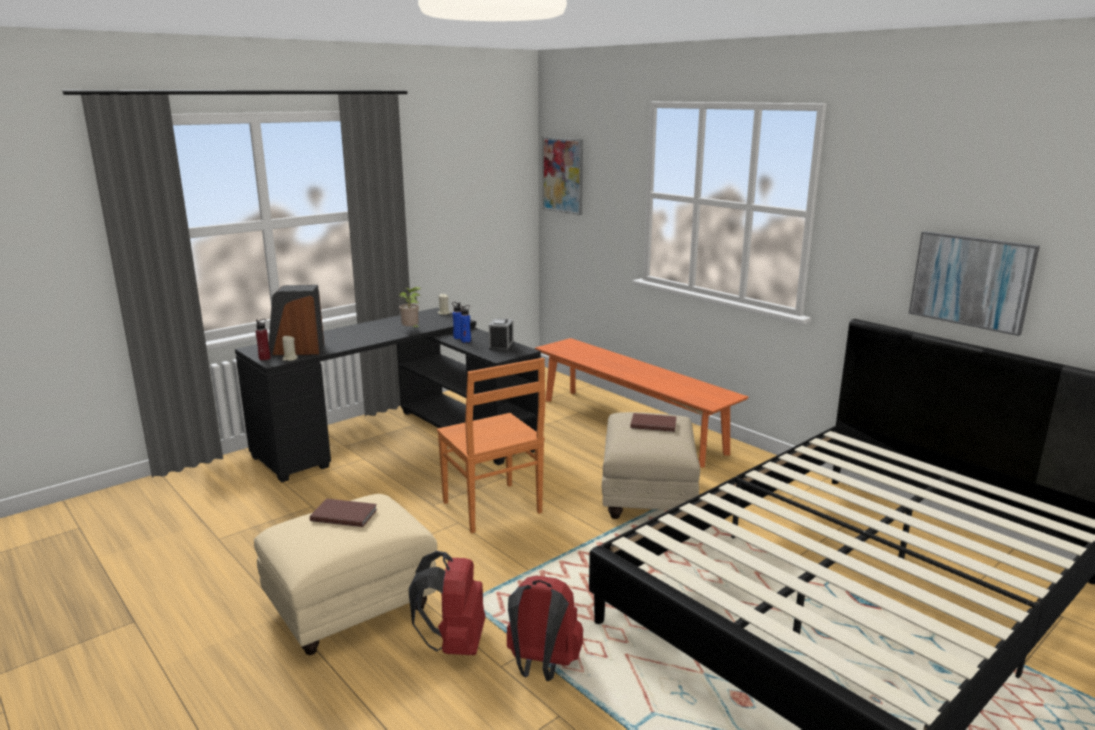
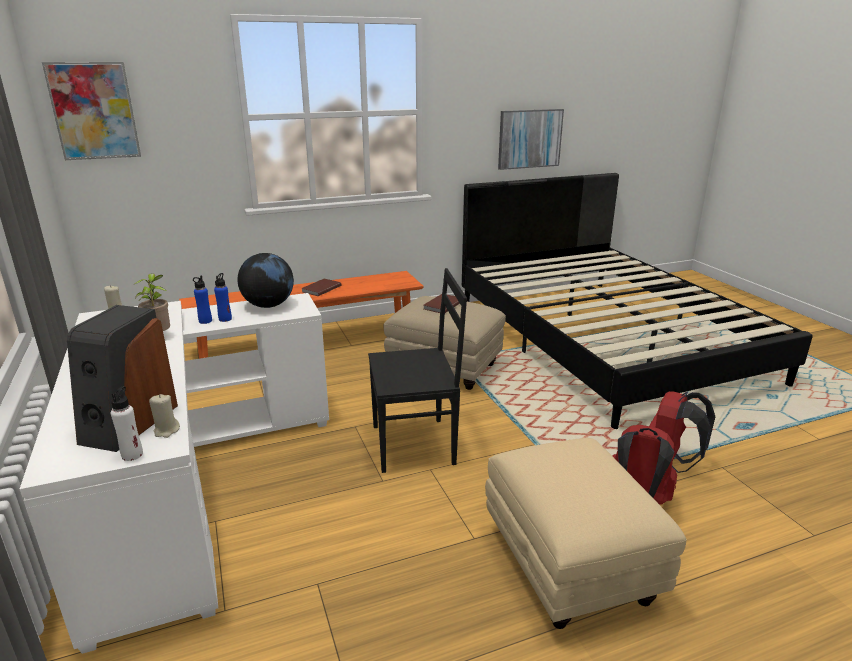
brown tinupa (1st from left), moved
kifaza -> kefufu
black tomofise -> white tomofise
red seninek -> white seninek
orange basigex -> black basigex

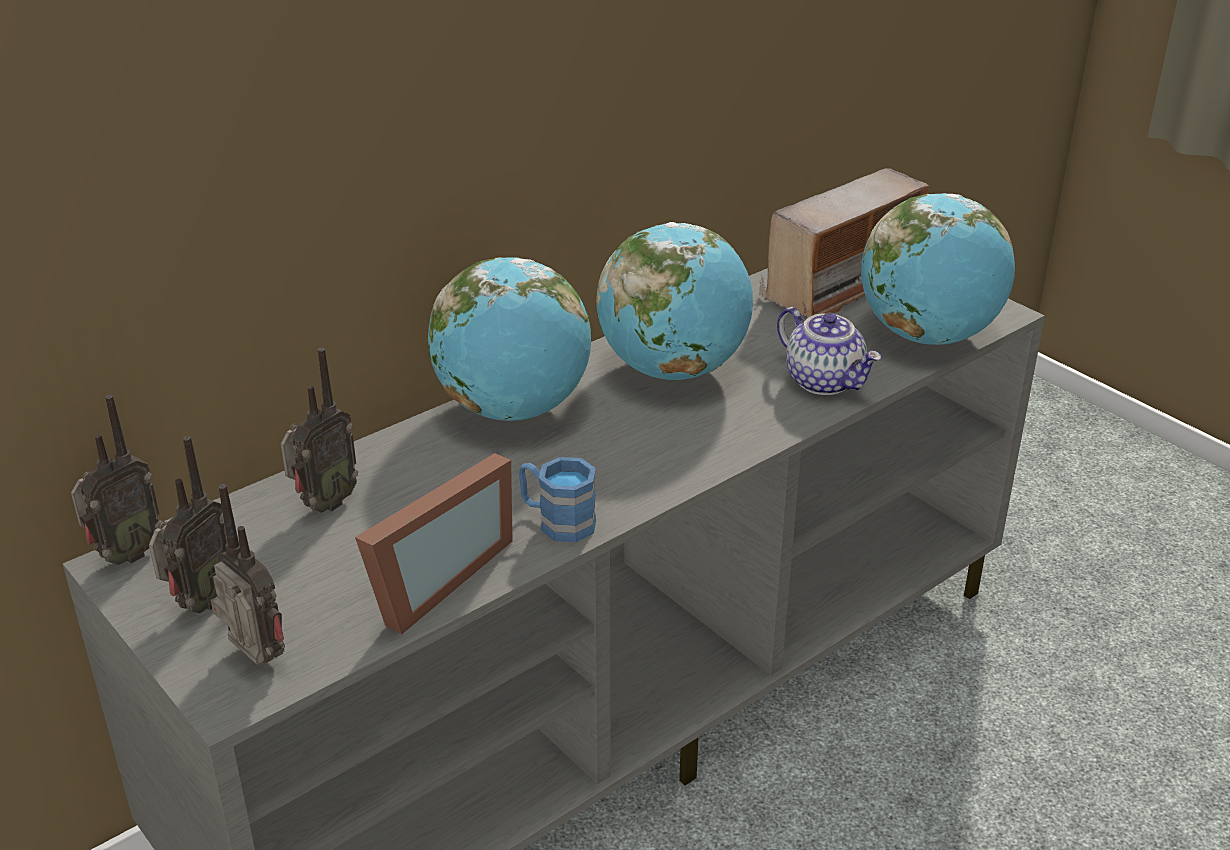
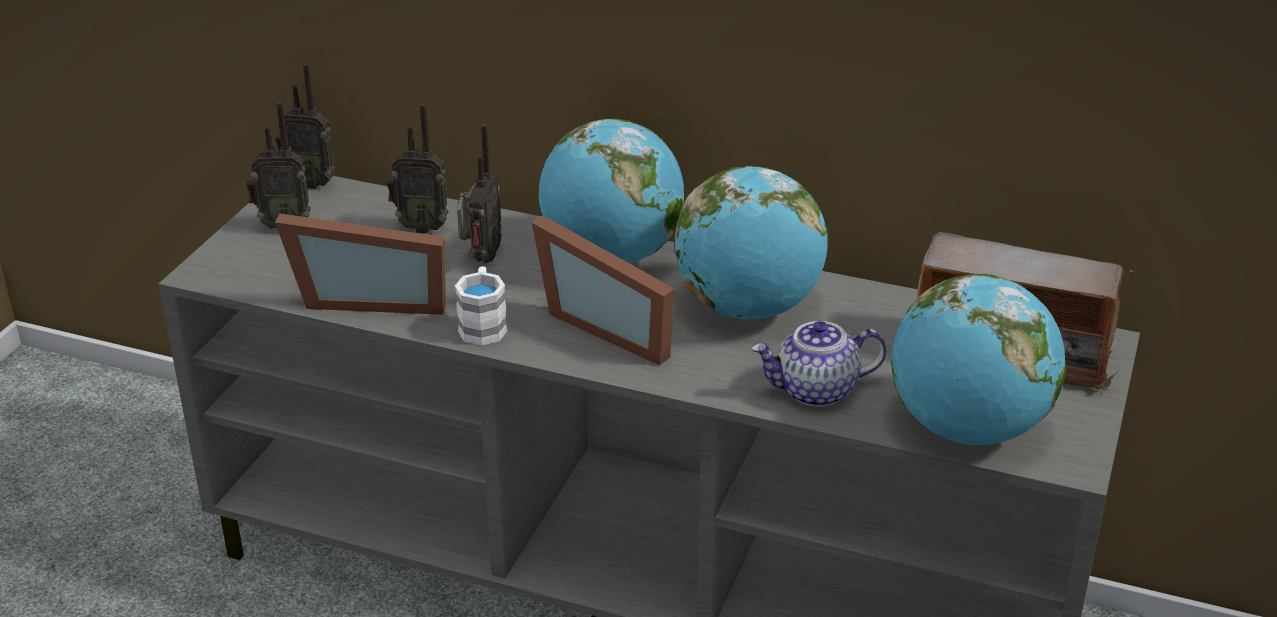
none -> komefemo (2nd from left)
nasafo (3rd from left in the first image) -> nasafo (4th from left), moved
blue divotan -> white divotan
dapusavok, 60 degrees clockwise

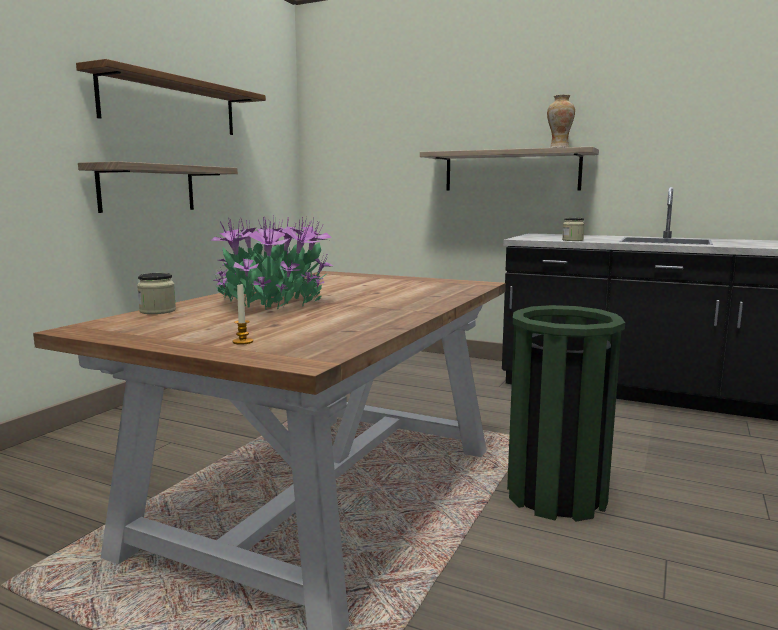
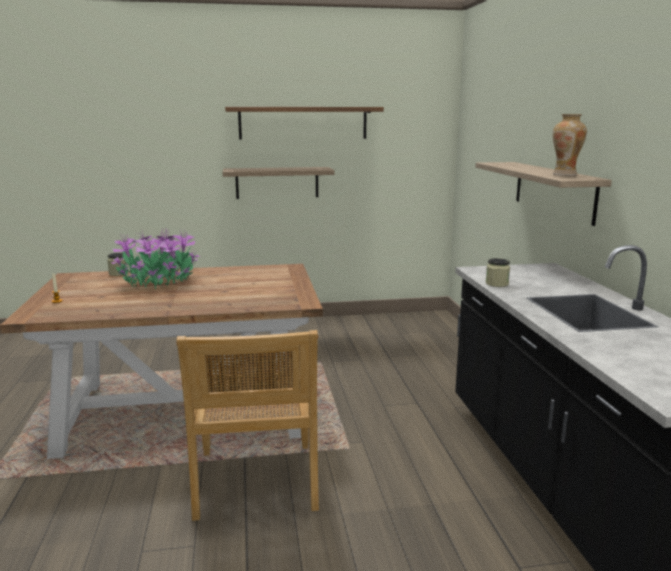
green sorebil -> beige basigex

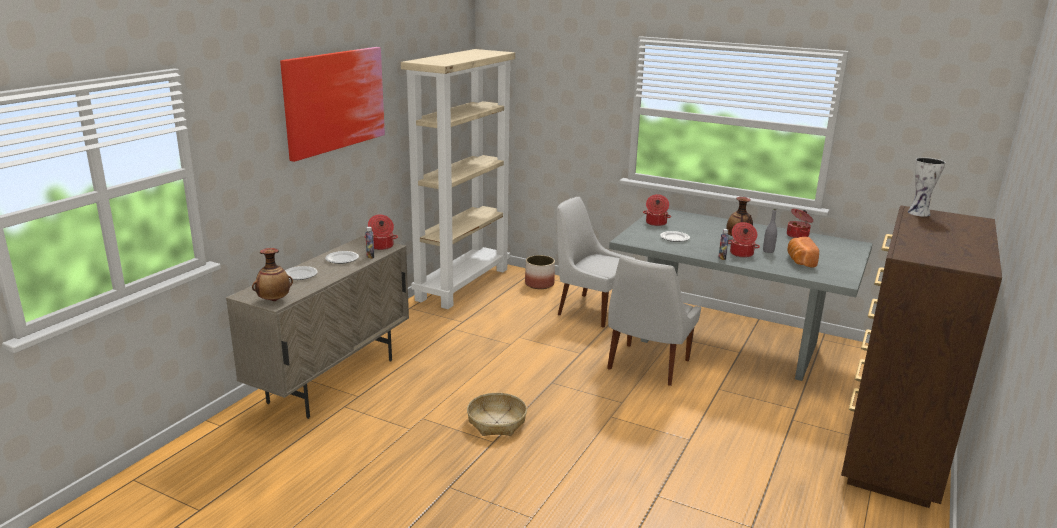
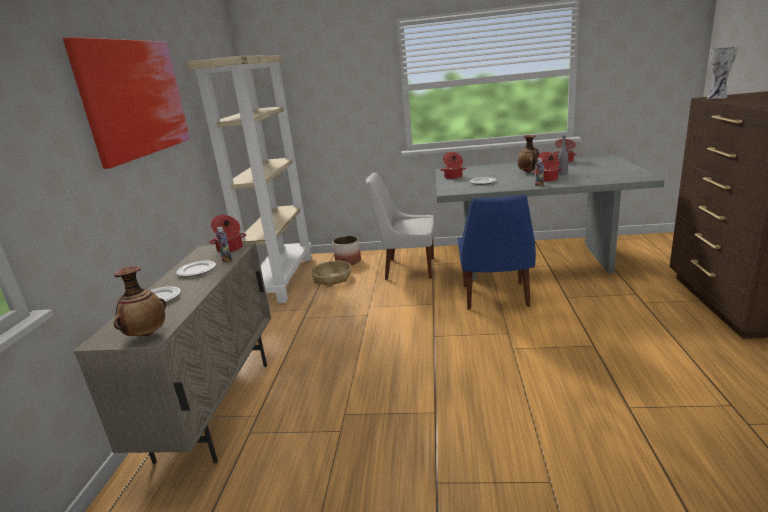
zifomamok -> none
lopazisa, moved
white basigex (2nd from left) -> blue basigex

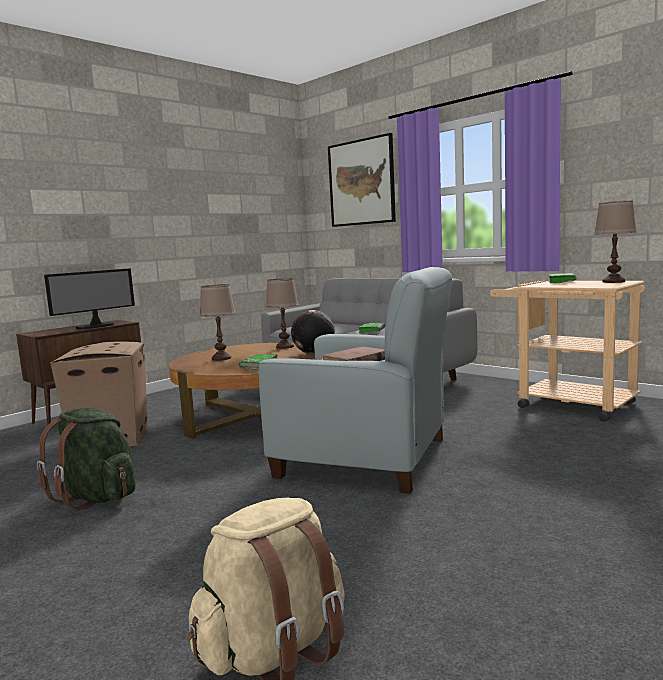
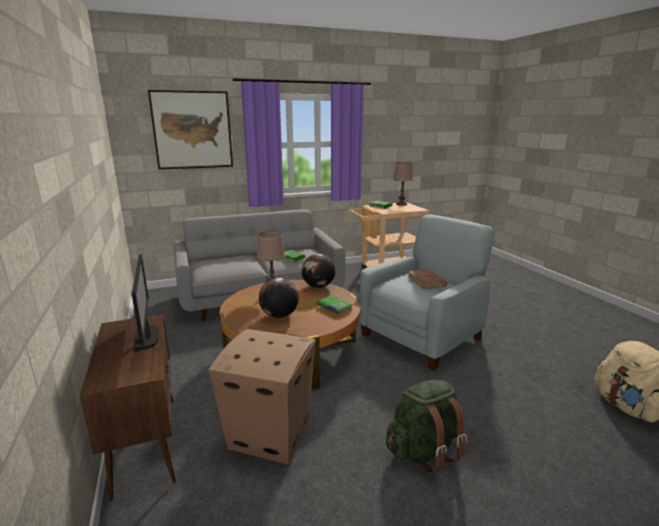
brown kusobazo (1st from left) -> kefufu (1st from left)

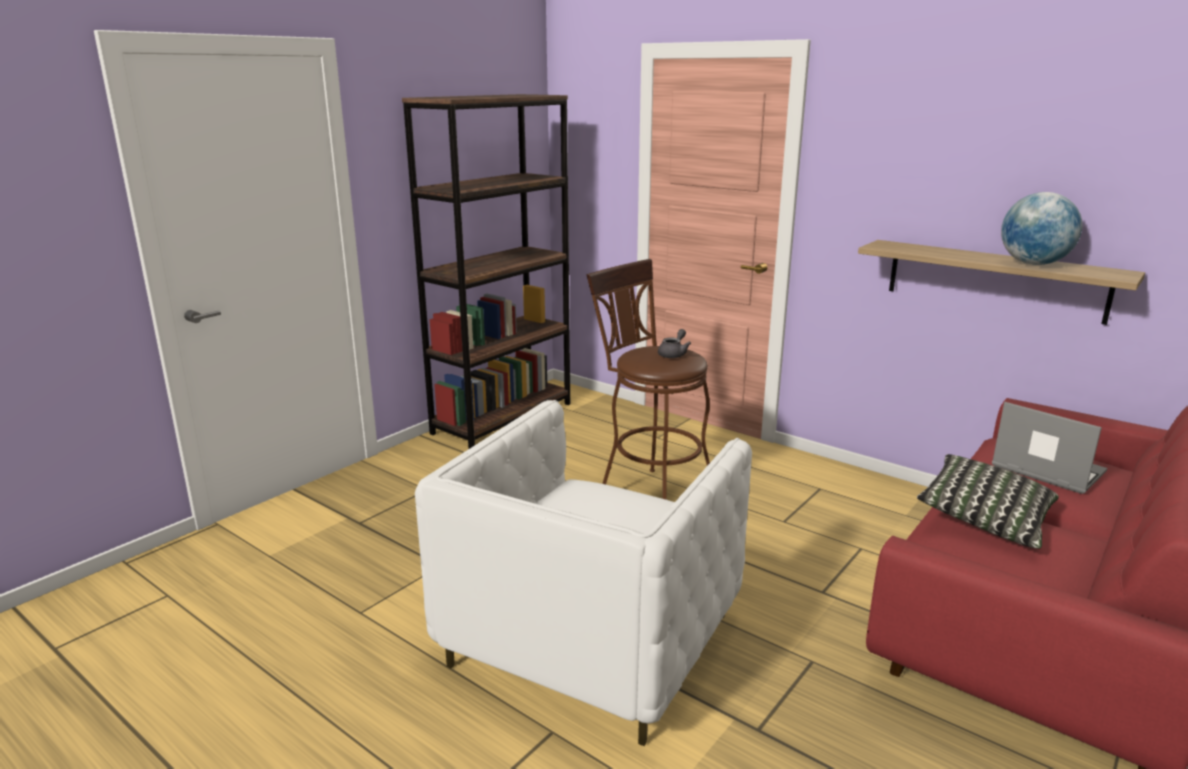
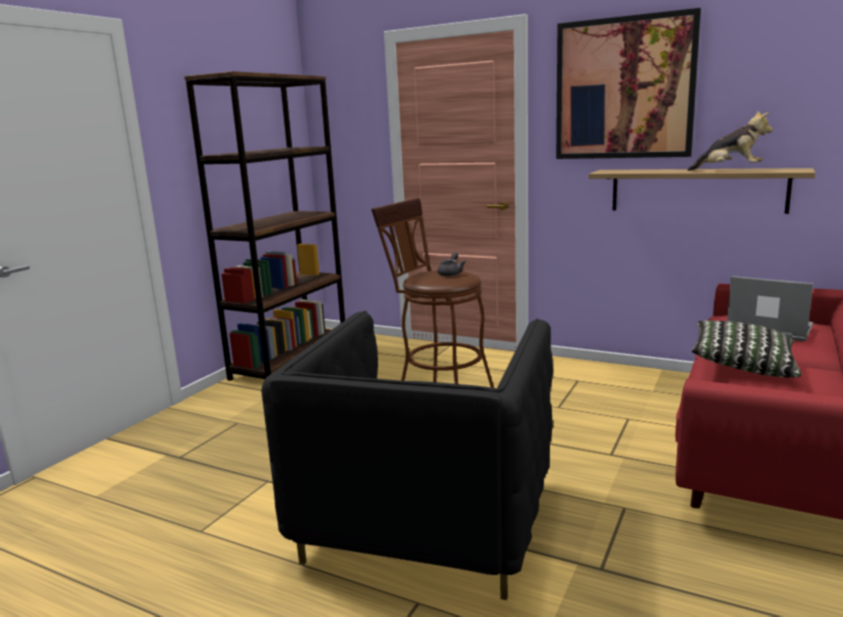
none -> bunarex
kefufu -> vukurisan
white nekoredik -> black nekoredik

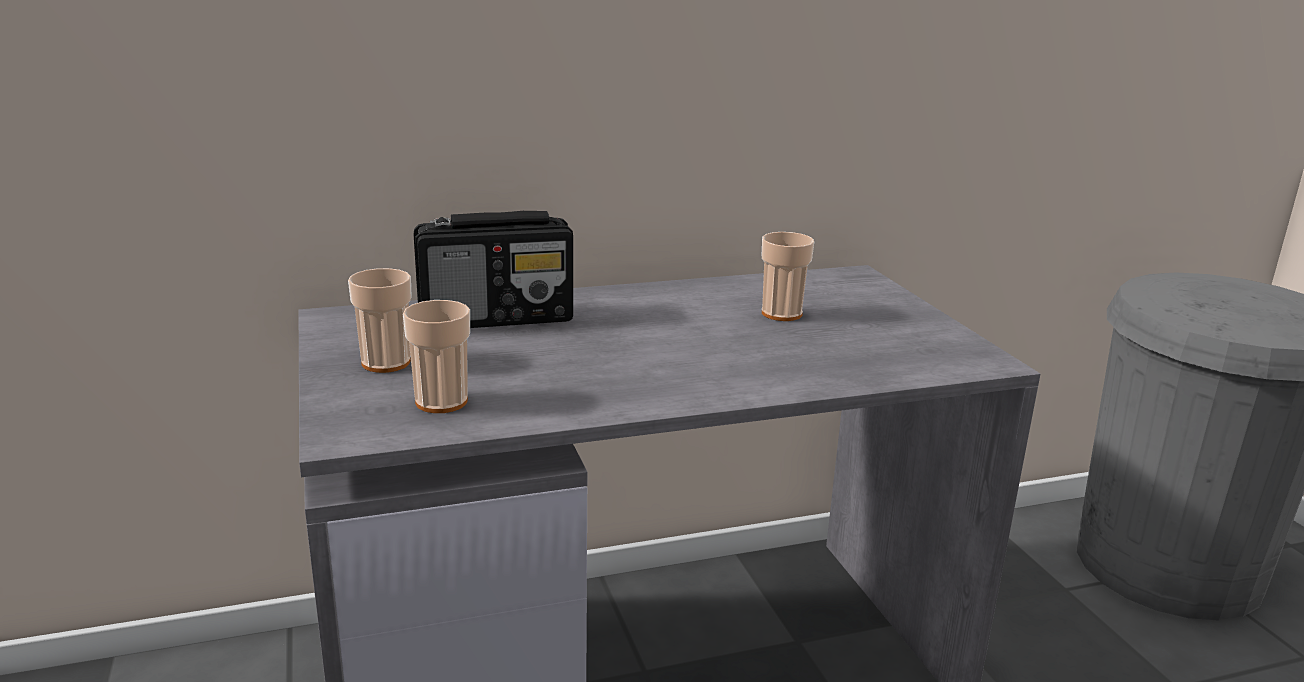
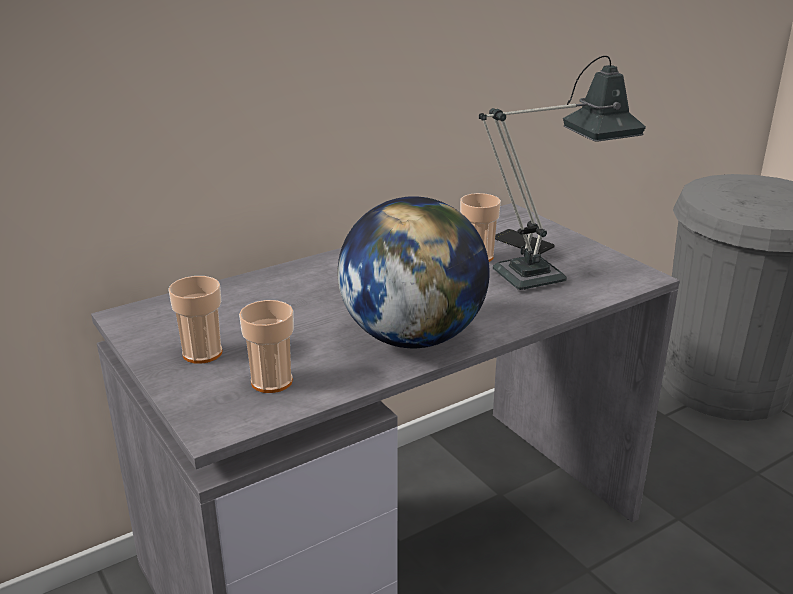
nasafo -> none
none -> kefufu
none -> kusobazo
none -> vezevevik

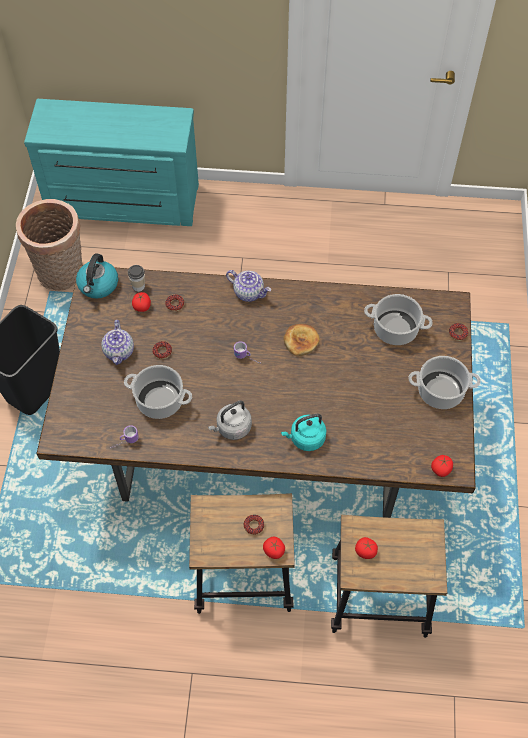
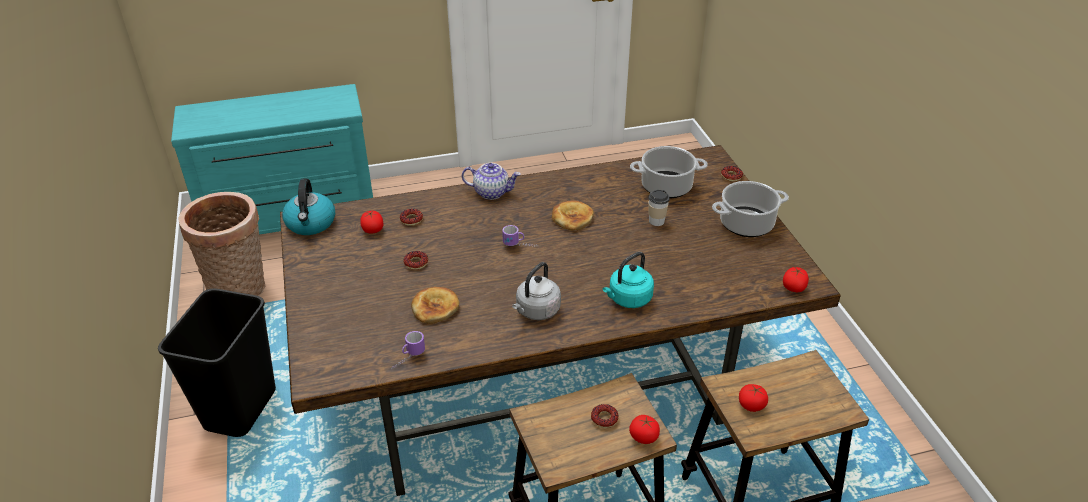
dapusavok (1st from left) -> none
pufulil, moved
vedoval (1st from left) -> zifomamok (1st from left)

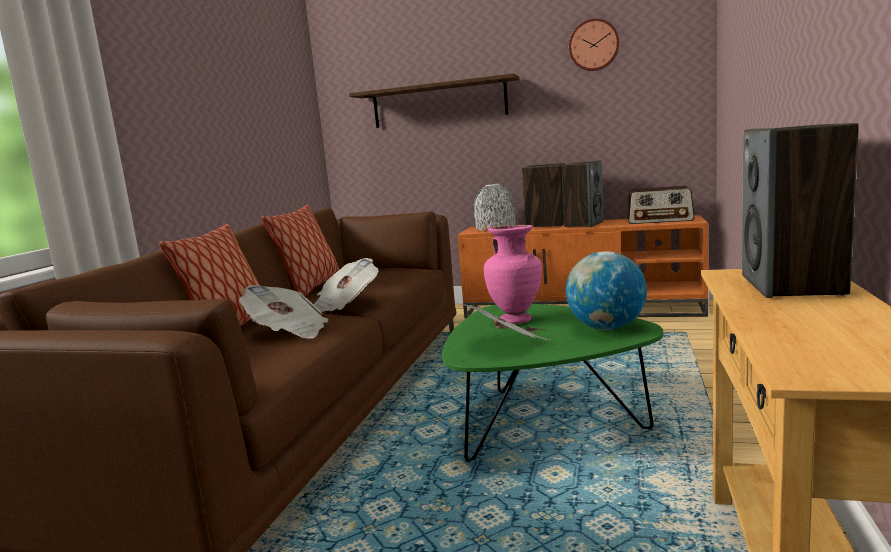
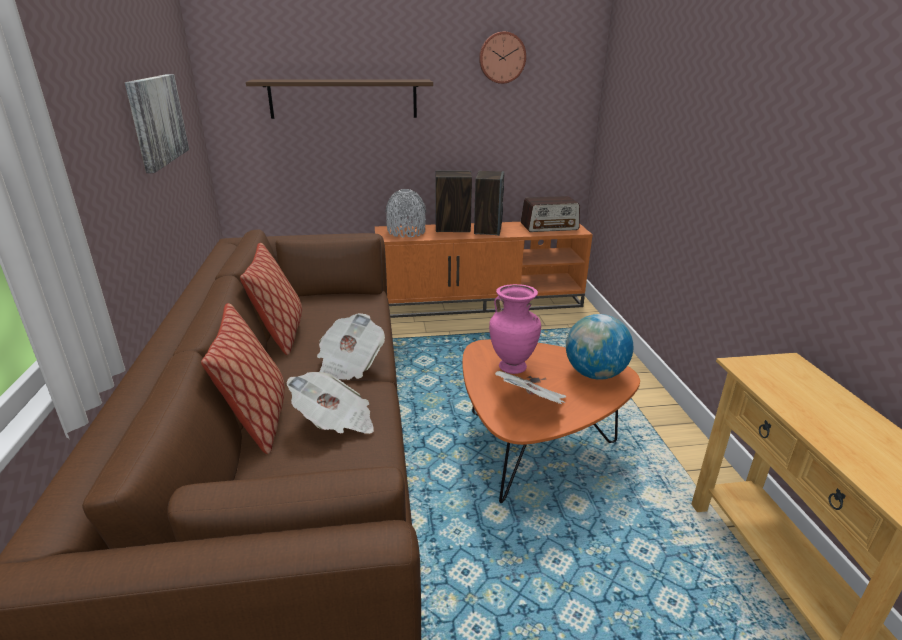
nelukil (3rd from left) -> none
none -> bunarex
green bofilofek -> orange bofilofek

